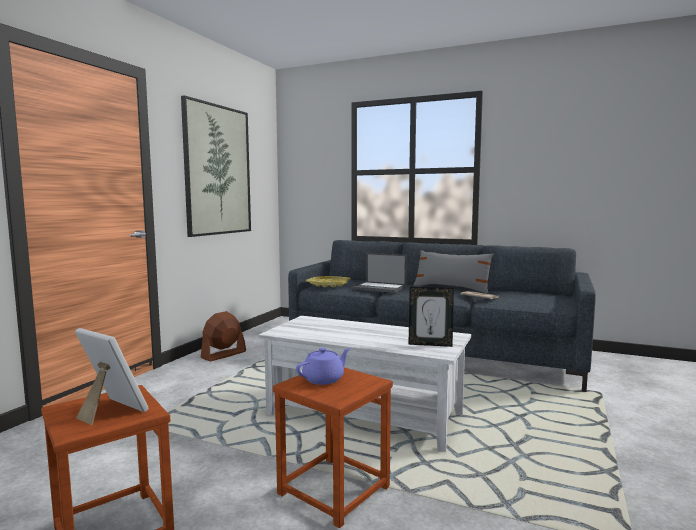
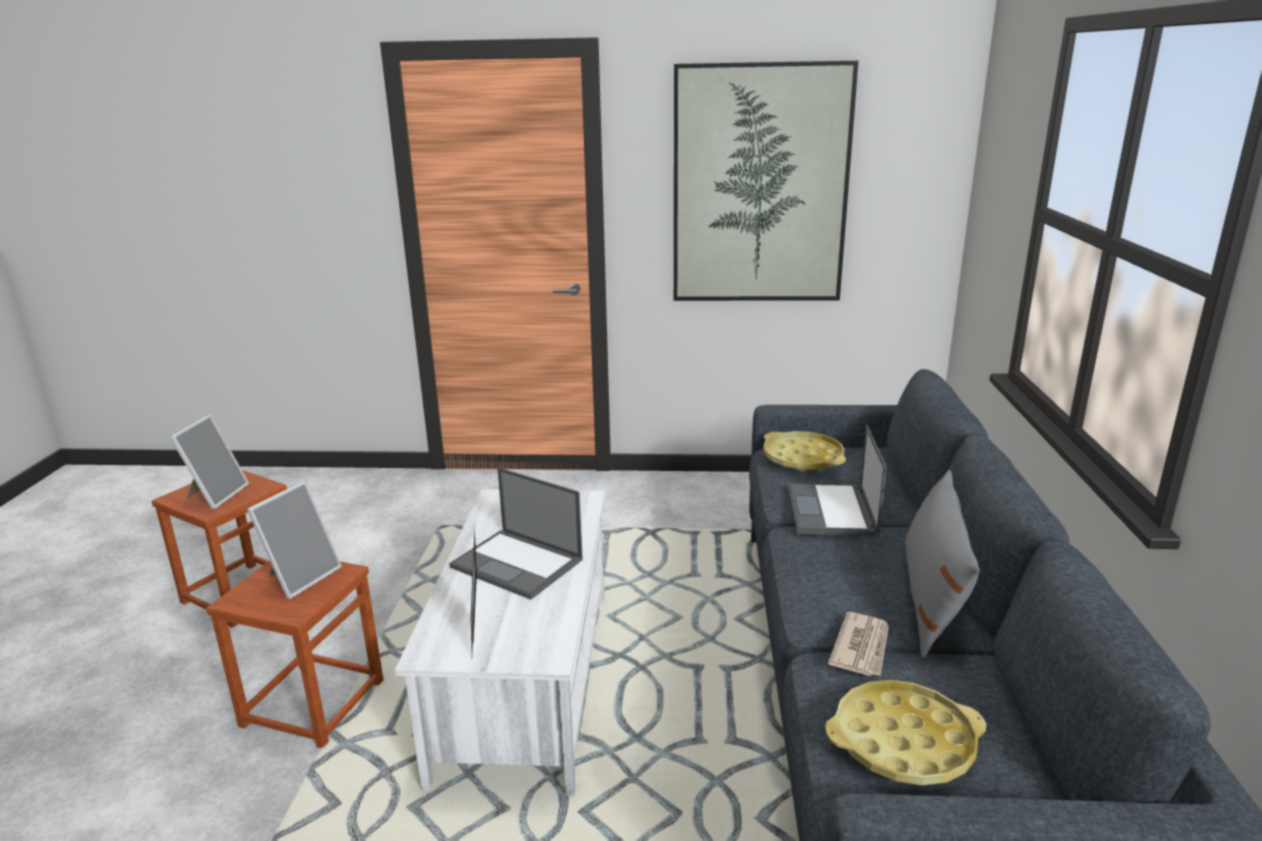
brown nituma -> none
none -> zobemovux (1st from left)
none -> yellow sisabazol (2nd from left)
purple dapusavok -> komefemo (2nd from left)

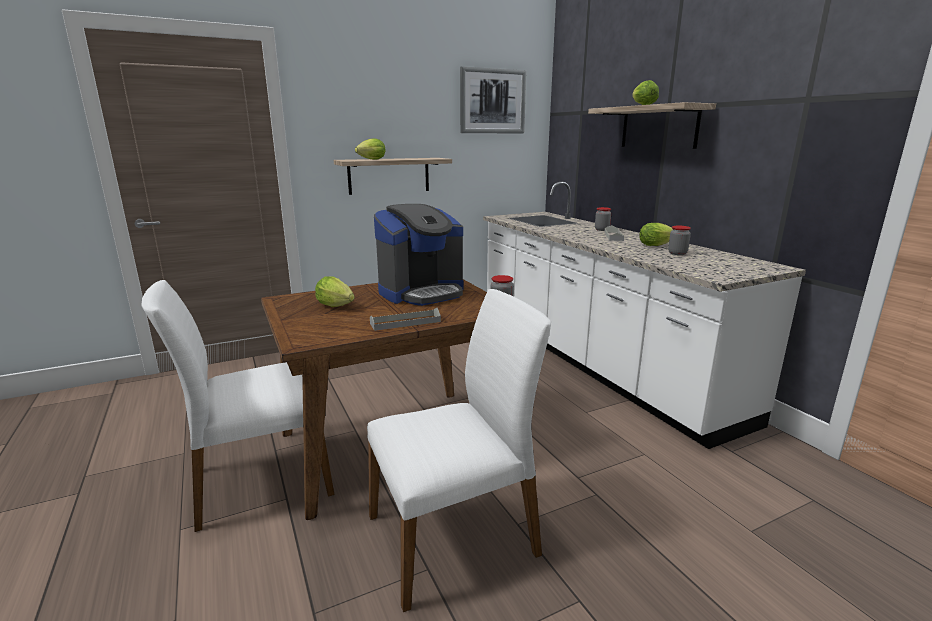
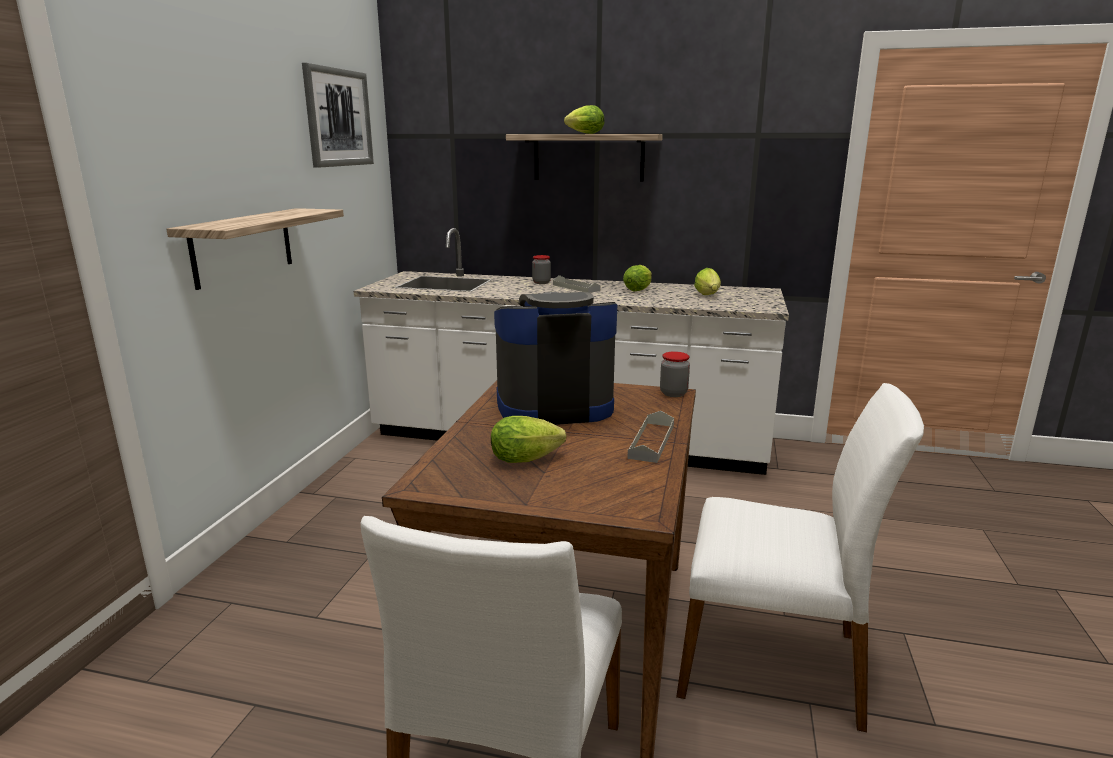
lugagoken (3rd from left) -> none
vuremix (2nd from left in the first image) -> vuremix (4th from left), moved
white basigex (2nd from left), 90 degrees clockwise
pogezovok, 105 degrees counterclockwise

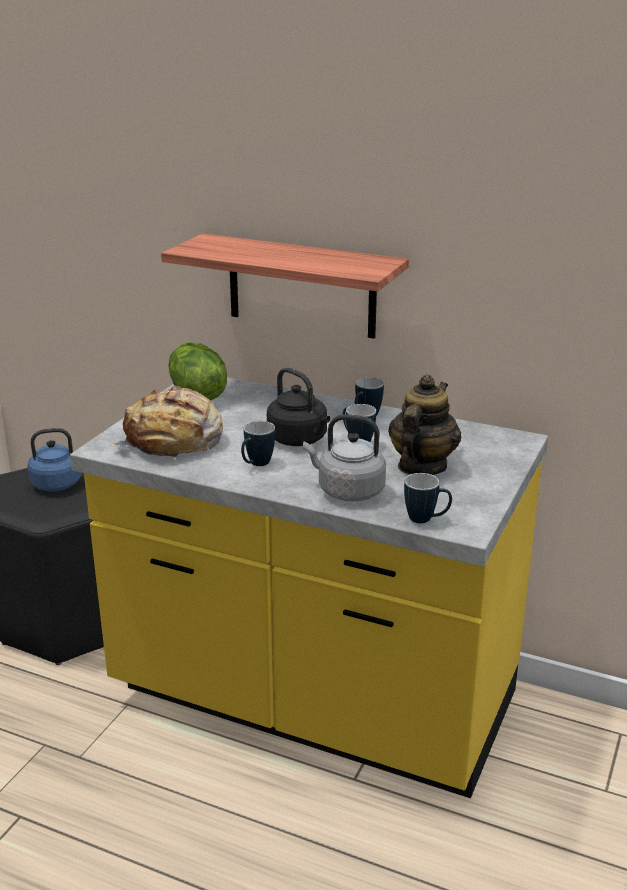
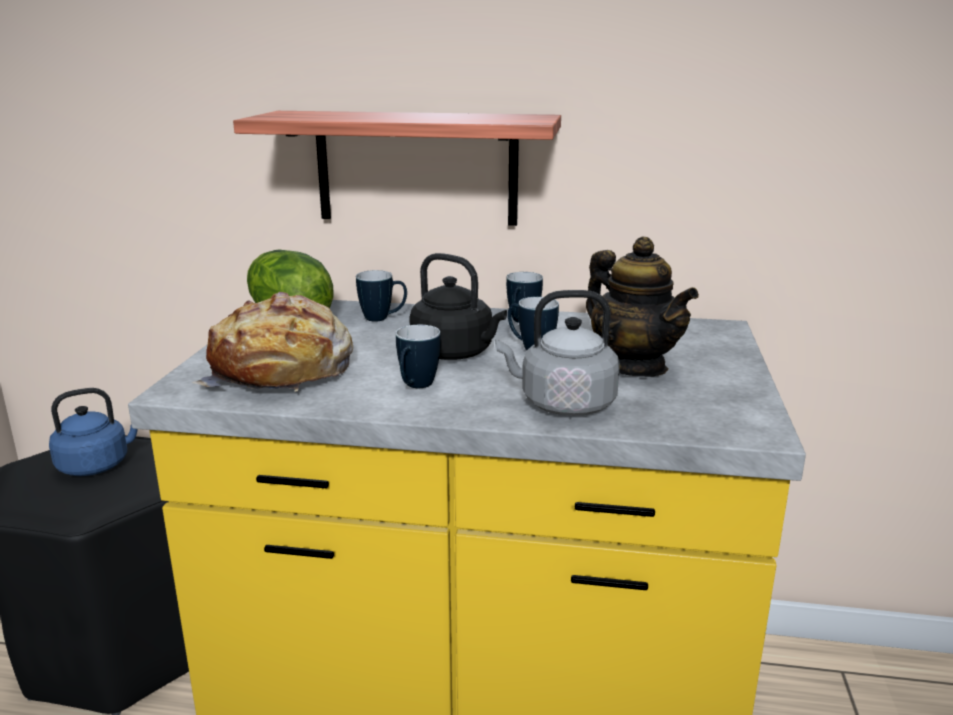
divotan (4th from left in the first image) -> divotan (1st from left), moved
dapusavok, 135 degrees clockwise

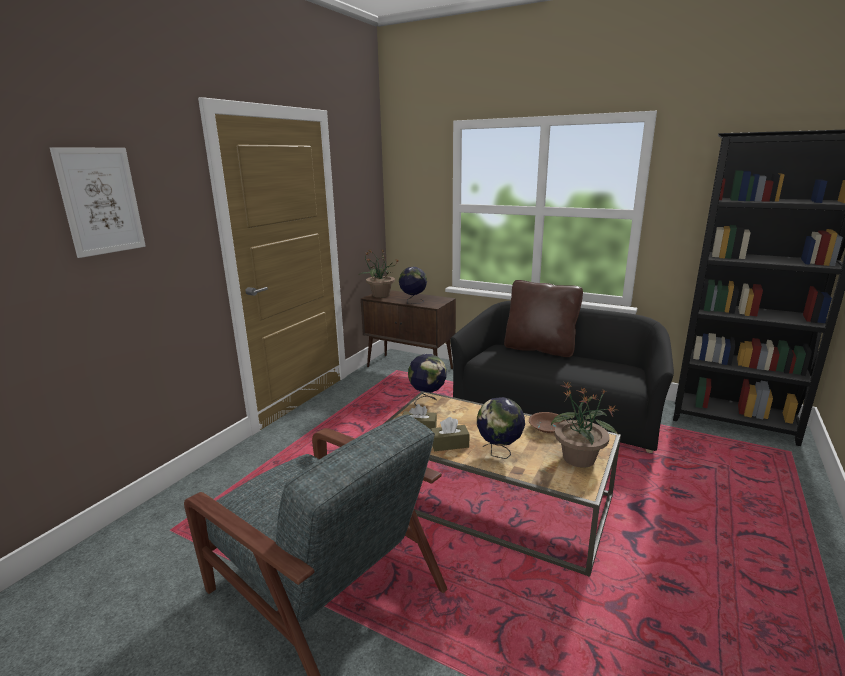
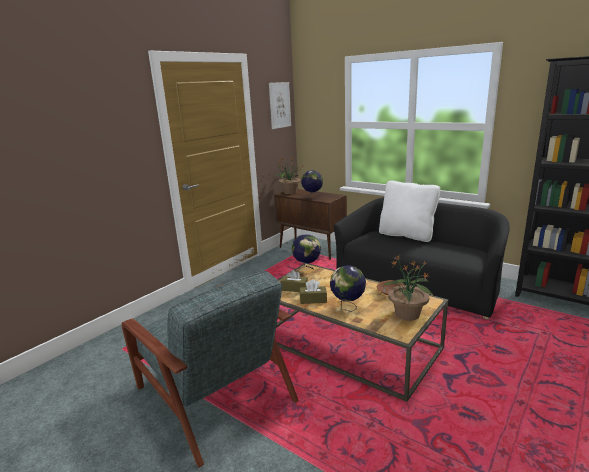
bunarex, moved
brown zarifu -> white zarifu

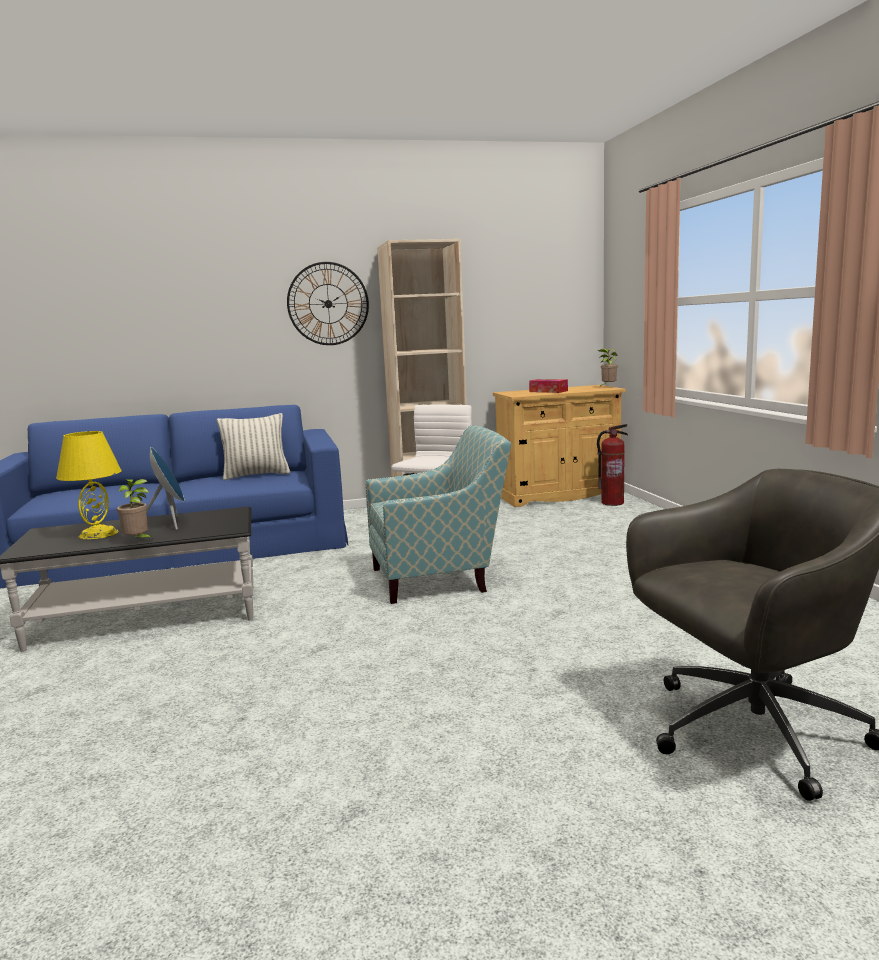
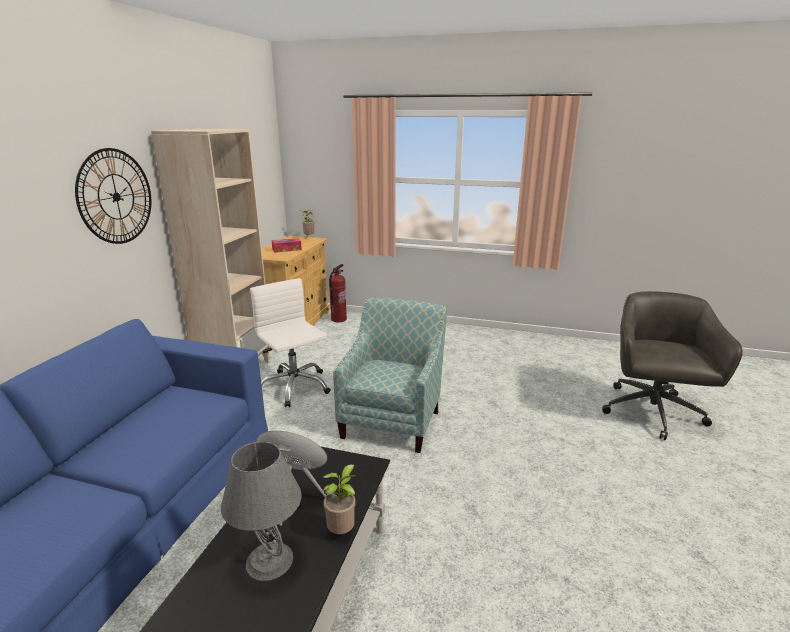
zarifu -> none
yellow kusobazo -> grey kusobazo

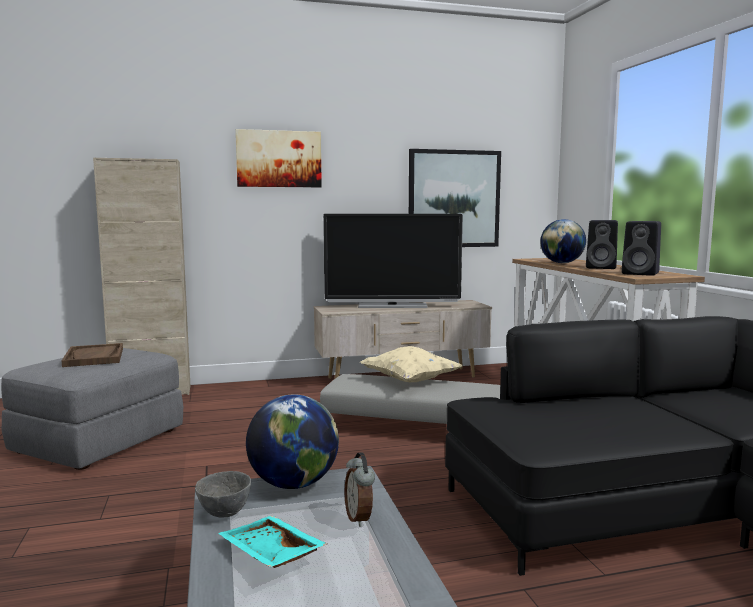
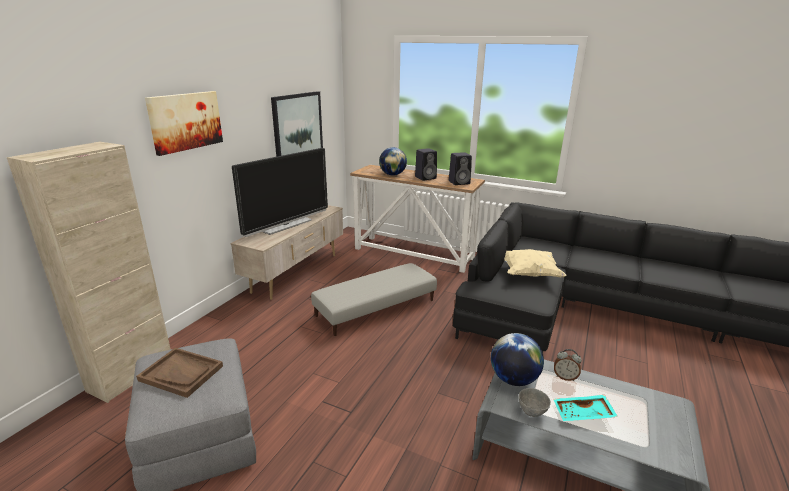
beige zarifu, moved

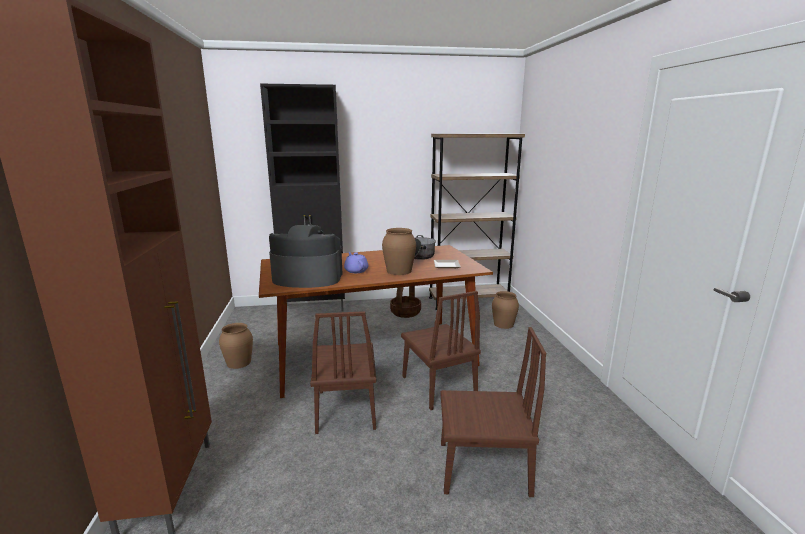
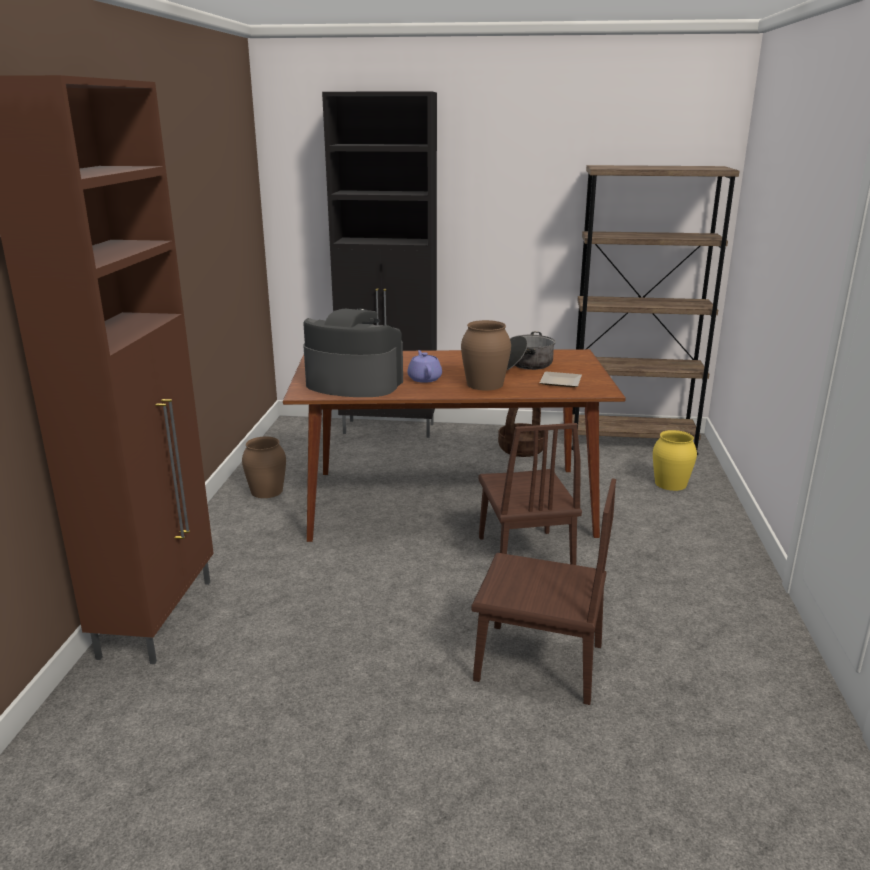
brown basigex (1st from left) -> none
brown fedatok (3rd from left) -> yellow fedatok

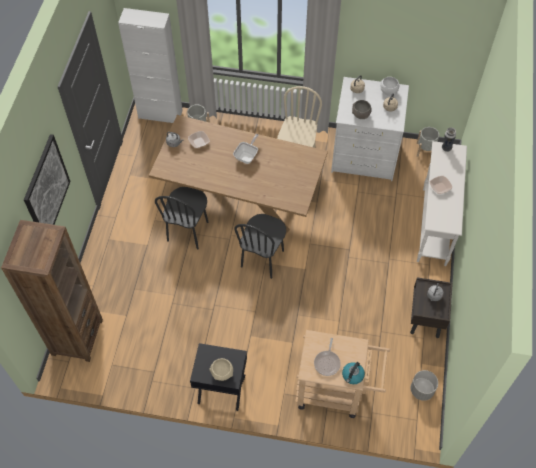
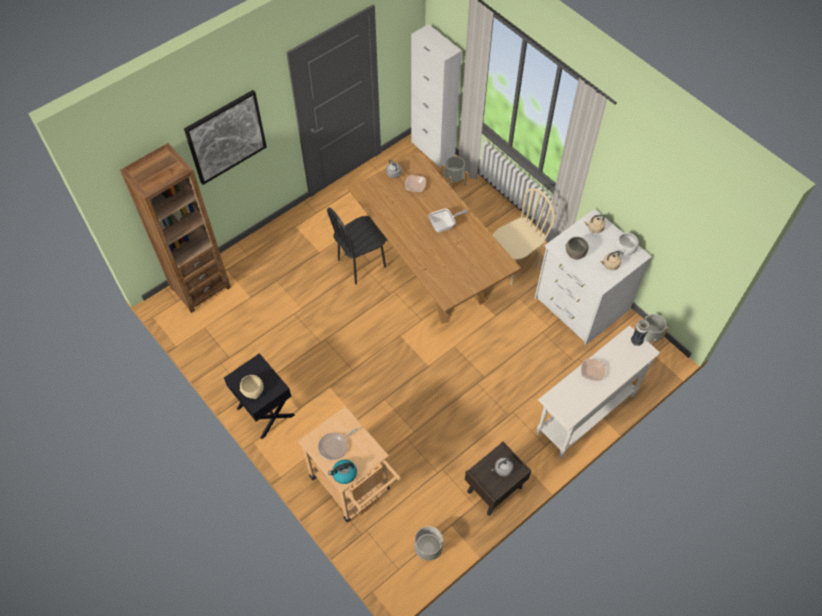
black basigex (2nd from left) -> none

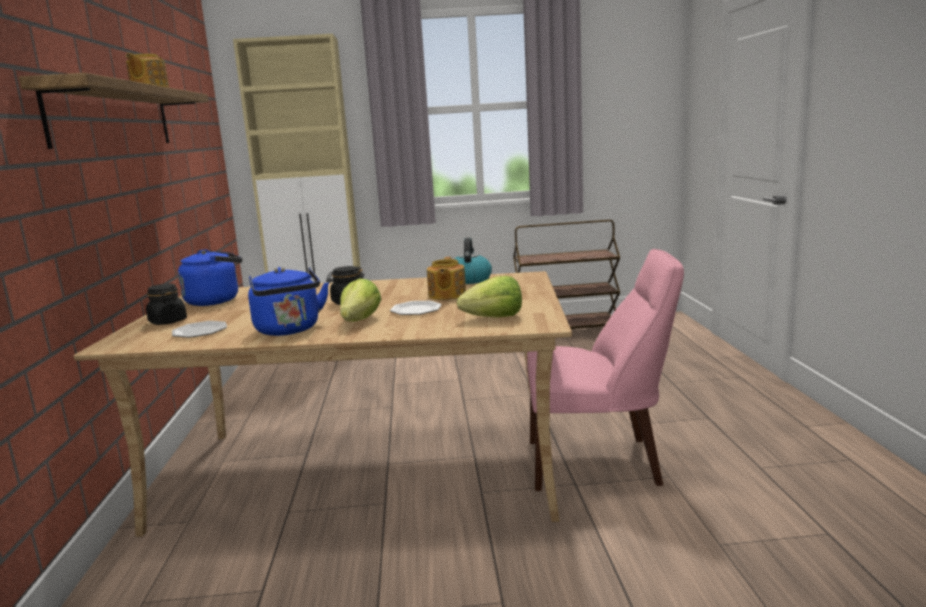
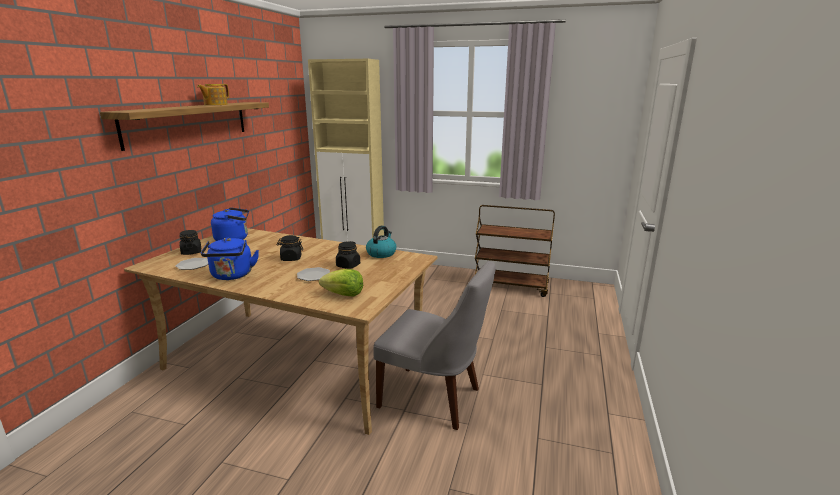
vuremix (1st from left) -> none
dapusavok (2nd from left) -> black lugagoken (3rd from left)
pink basigex -> grey basigex

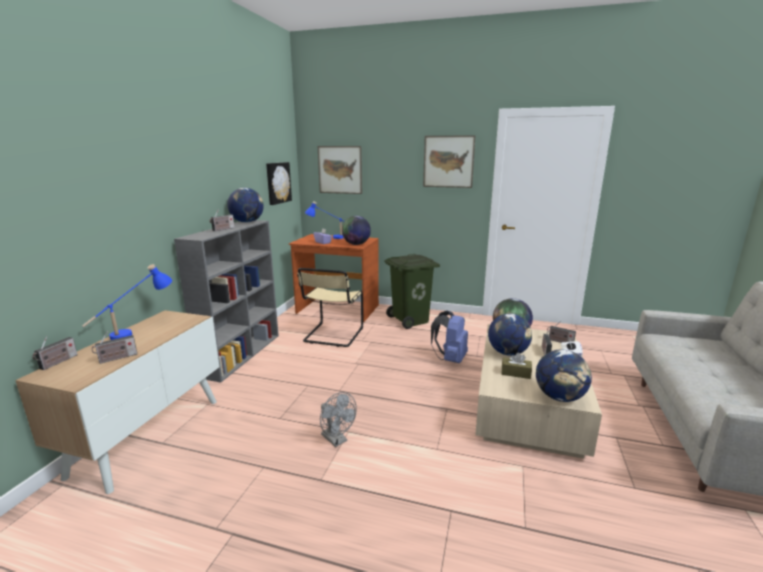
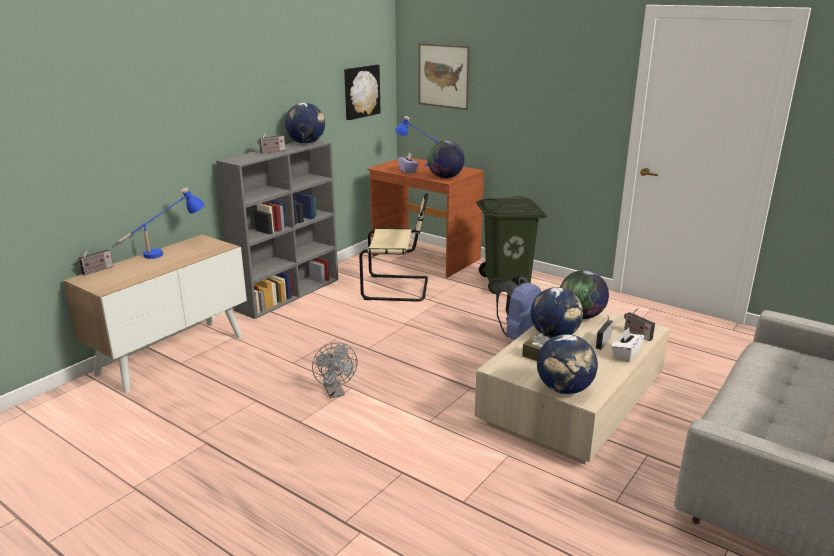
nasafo (2nd from left) -> none
bunarex (3rd from left) -> none
beige basigex, 120 degrees counterclockwise

